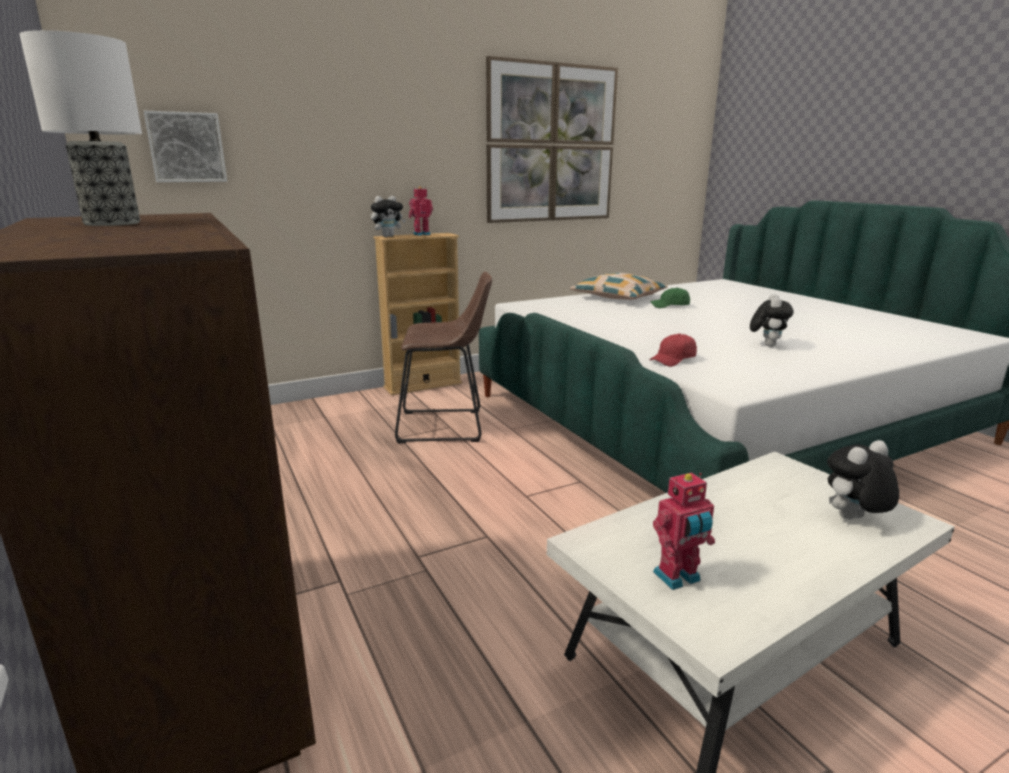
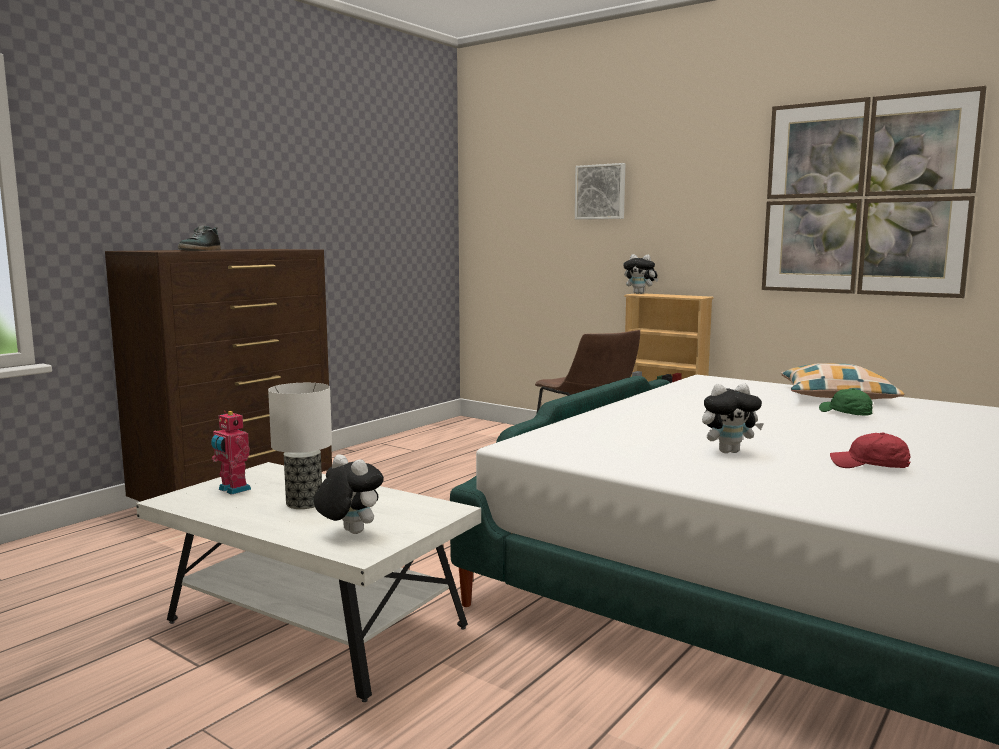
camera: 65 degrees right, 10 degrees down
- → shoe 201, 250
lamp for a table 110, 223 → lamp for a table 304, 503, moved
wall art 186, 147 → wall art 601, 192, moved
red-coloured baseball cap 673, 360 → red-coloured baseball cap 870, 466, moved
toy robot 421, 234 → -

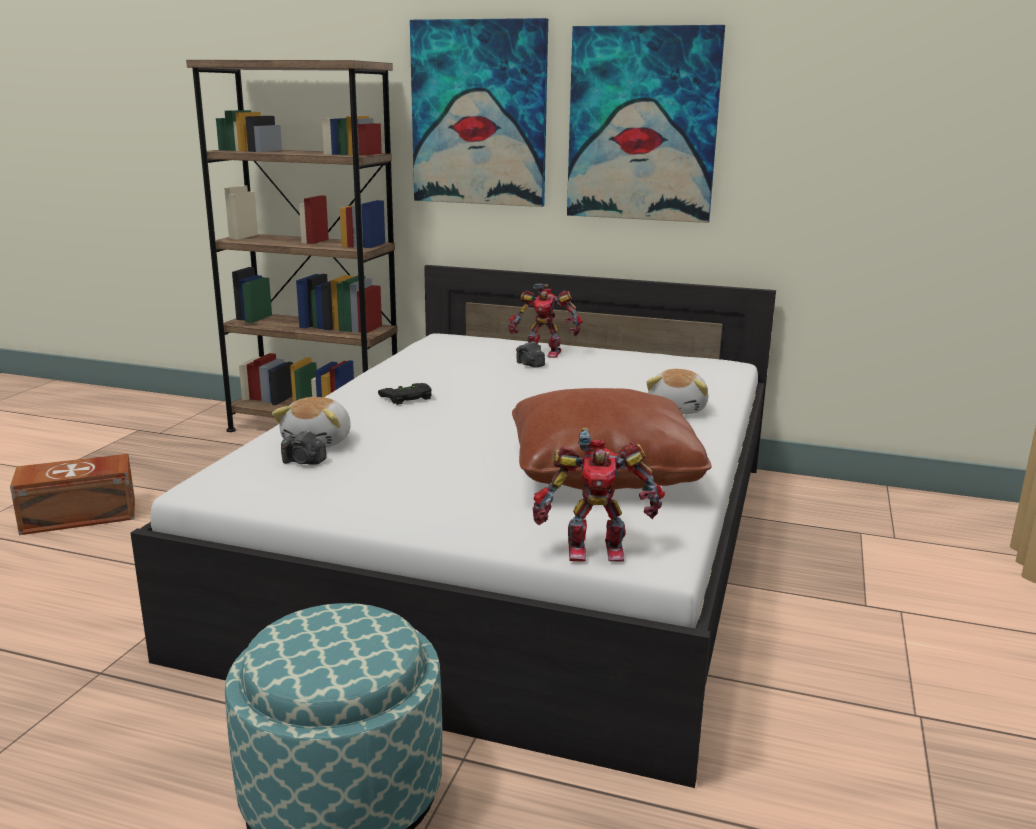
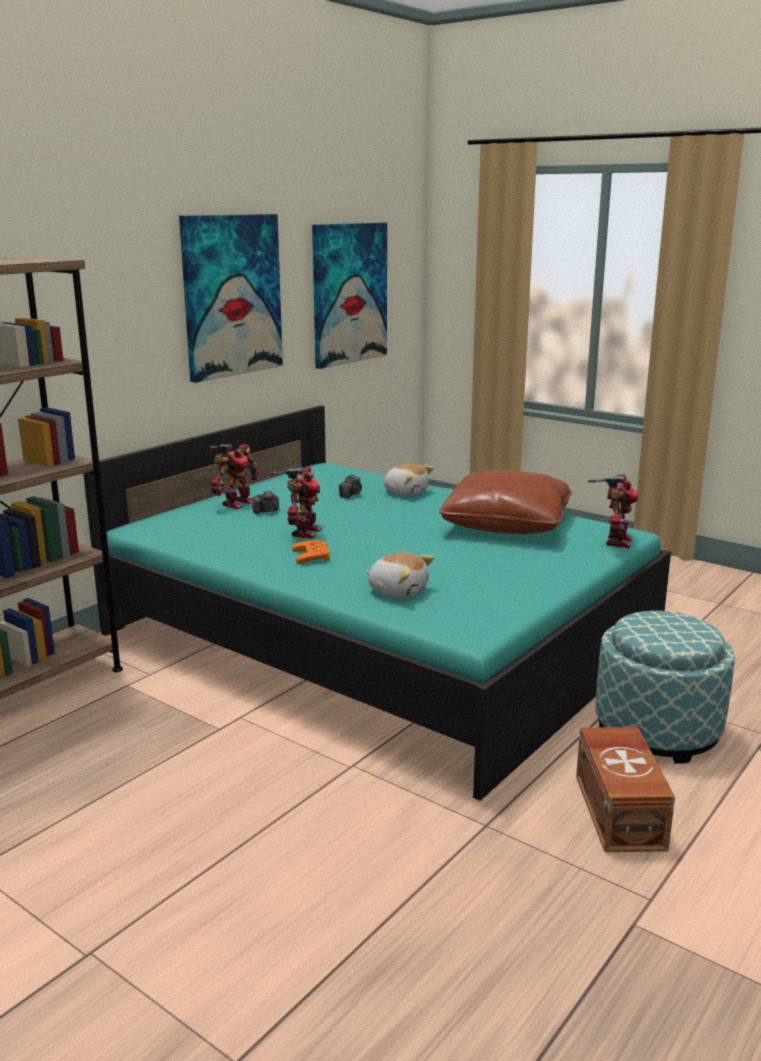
camera: 70 degrees left, 0 degrees up
whitish bed 516, 547 → turquoise bed 379, 636
- → toy robot 303, 532
black-coloured gamepad 407, 398 → orange gamepad 314, 555
wall art 479, 114 → wall art 349, 293, moved
still camera 304, 462 → still camera 351, 494, moved
brown-coloured storage container 81, 516 → brown-coloured storage container 620, 810, moved

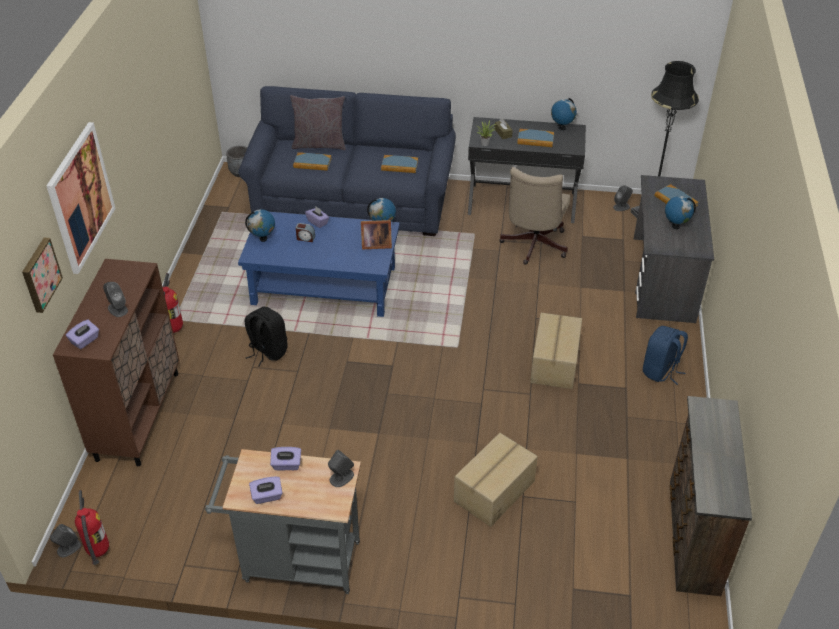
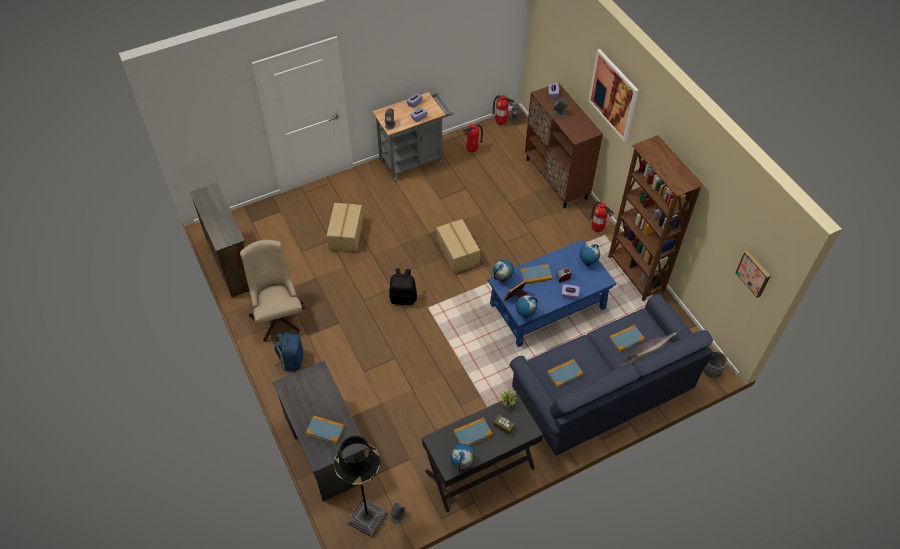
camera: 145 degrees right, 10 degrees up
beige desk chair 533, 246 → beige desk chair 278, 316, moved
black-coloured knapsack 267, 351 → black-coloured knapsack 403, 298, moved
packing box 553, 363 → packing box 458, 253, moved
- → fire extinguisher 472, 151
desk globe 675, 226 → desk globe 502, 279, moved
- → volume 536, 275
- → brown-coloured bookshelf 635, 274
wall art 40, 274 → wall art 754, 273, moved

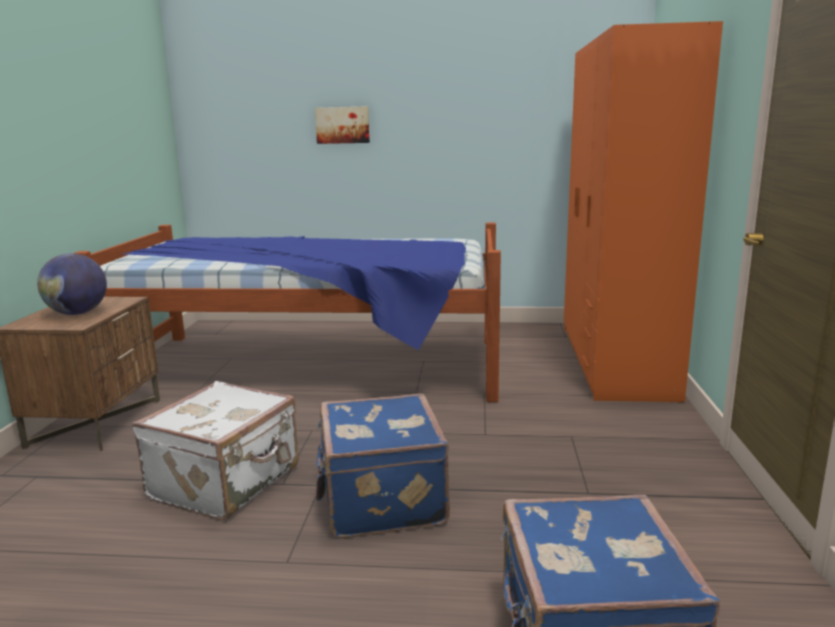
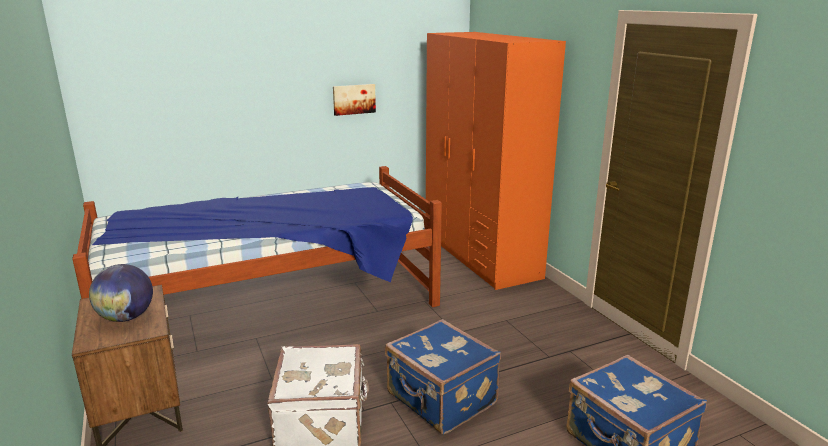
camera: 30 degrees left, 5 degrees up
wall art 342, 125 → wall art 354, 99, moved

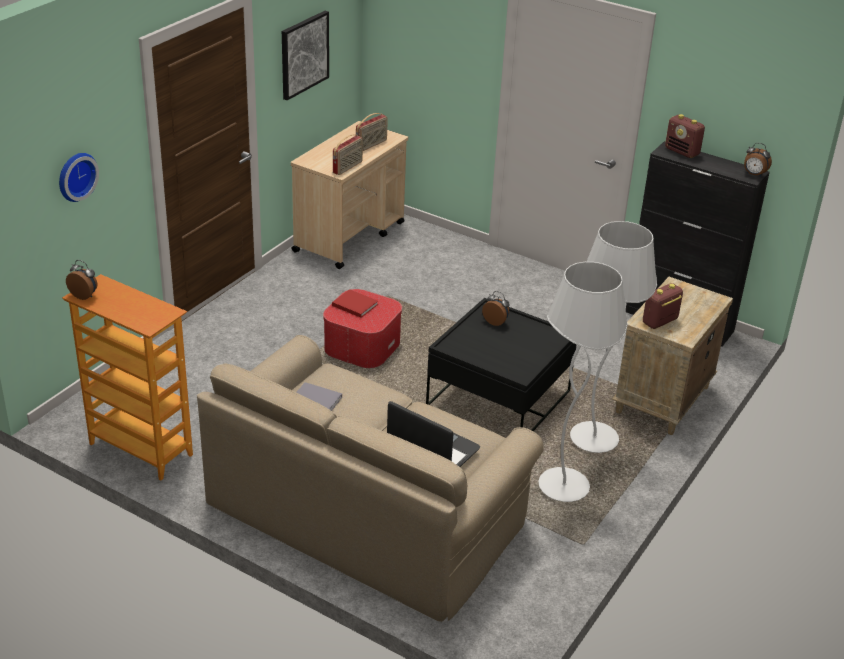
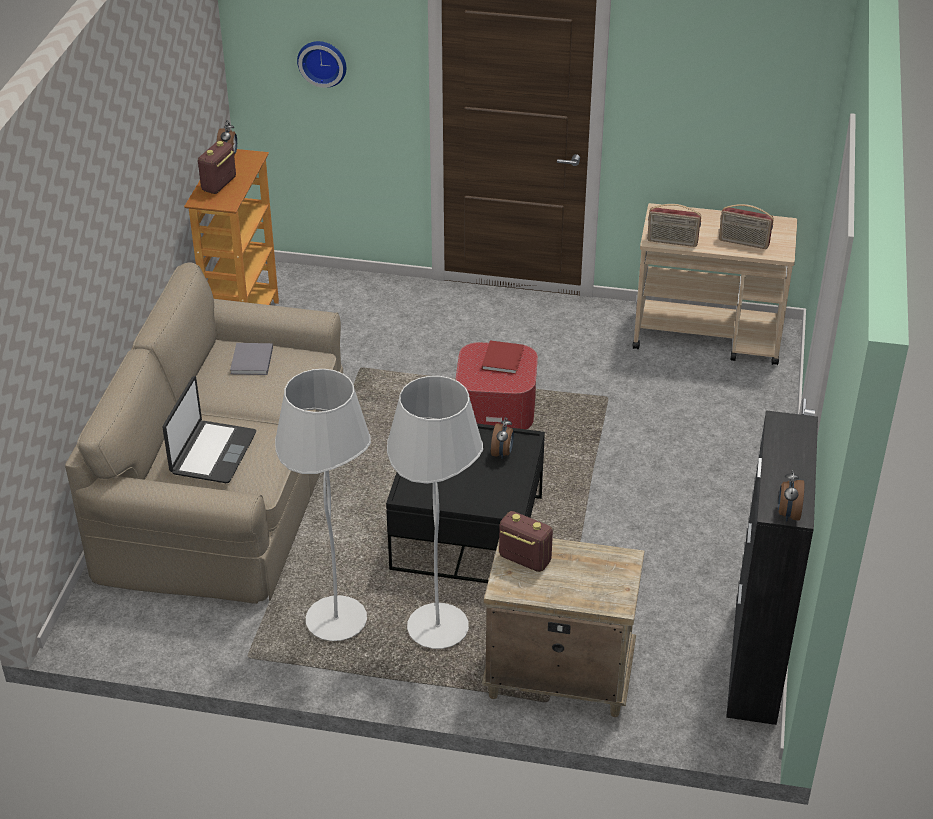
camera: 70 degrees right, 5 degrees up
radio receiver 682, 152 → radio receiver 219, 185, moved
wall art 304, 54 → -

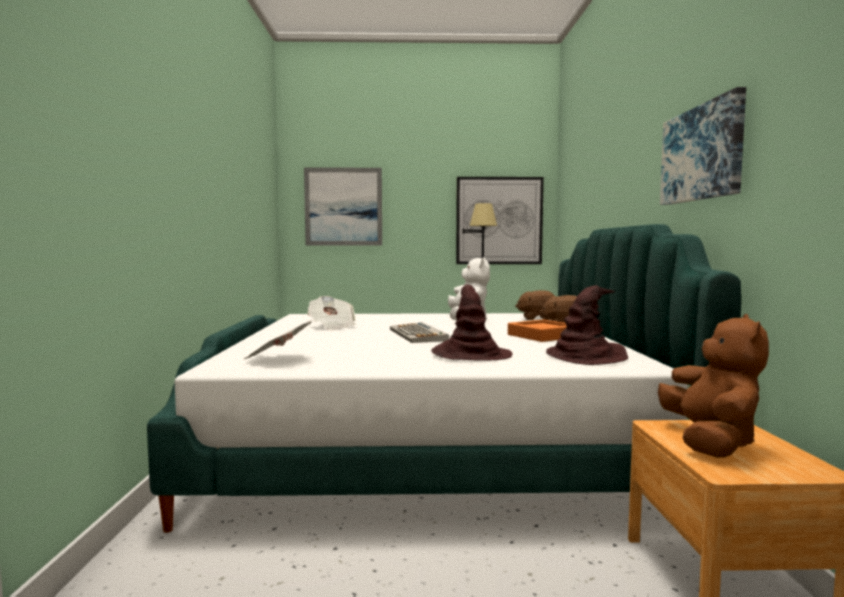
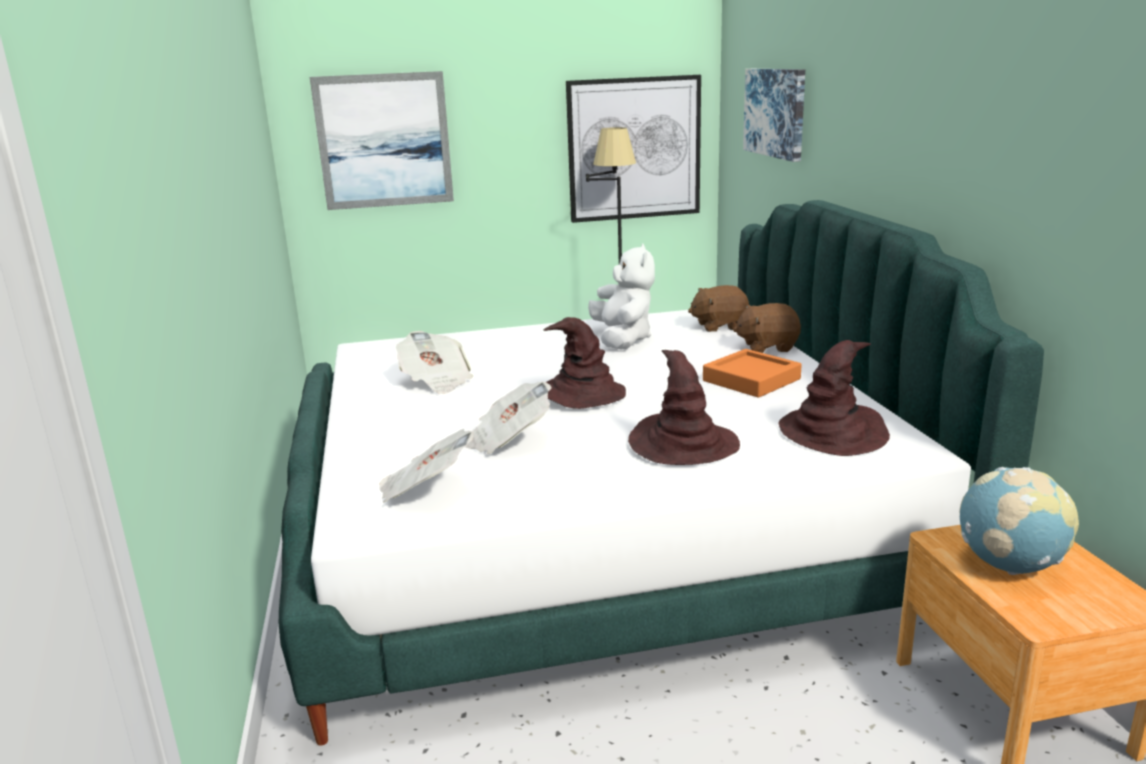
camera: 10 degrees left, 15 degrees up
- → daily paper 507, 440
computer keyboard 418, 335 → brown-coloured wearable hat 579, 394
wall art 702, 153 → wall art 776, 112, moved
brown-coloured soft toy 710, 442 → desk globe 1009, 565

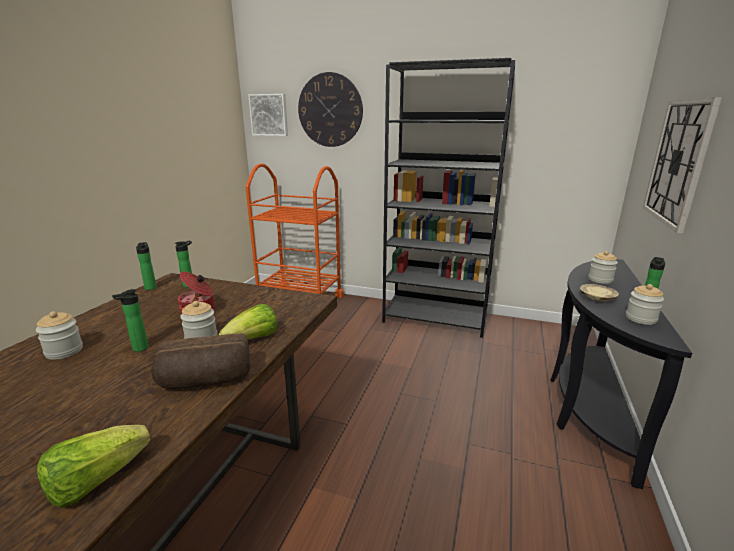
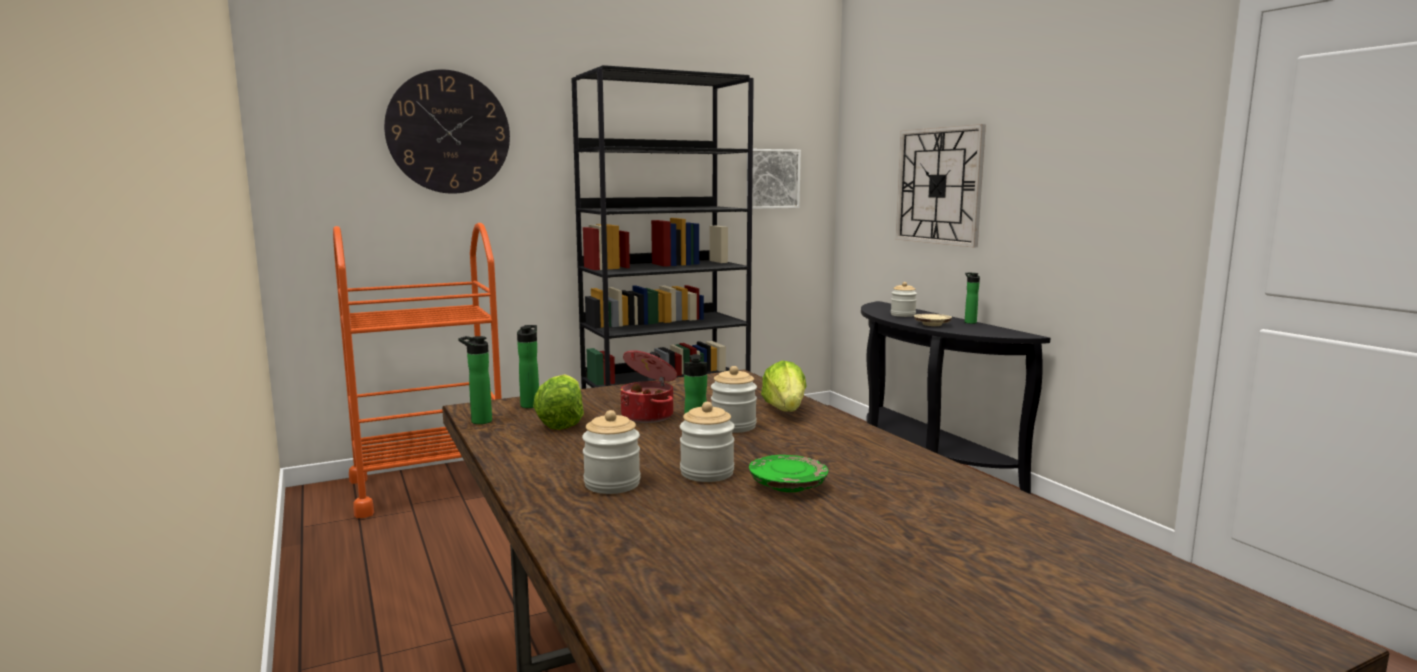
camera: 45 degrees left, 10 degrees down
lettuce 97, 480 → lettuce 562, 422, moved
storage jar 641, 318 → storage jar 707, 473, moved
wall art 269, 115 → wall art 771, 179, moved
- → green plate 787, 485
bread 205, 381 → -

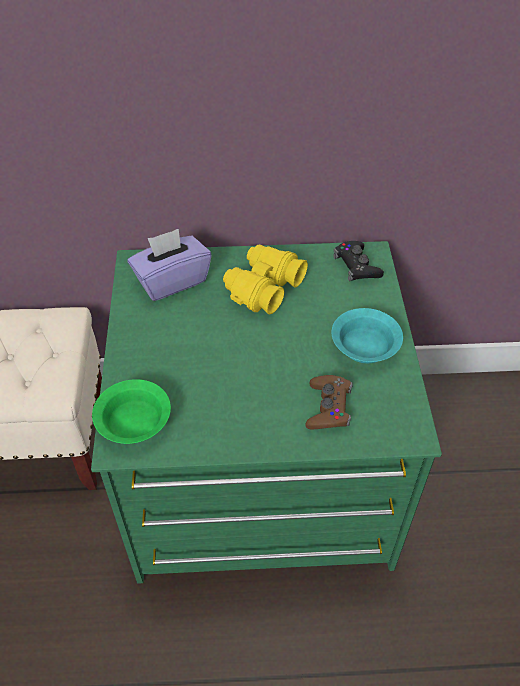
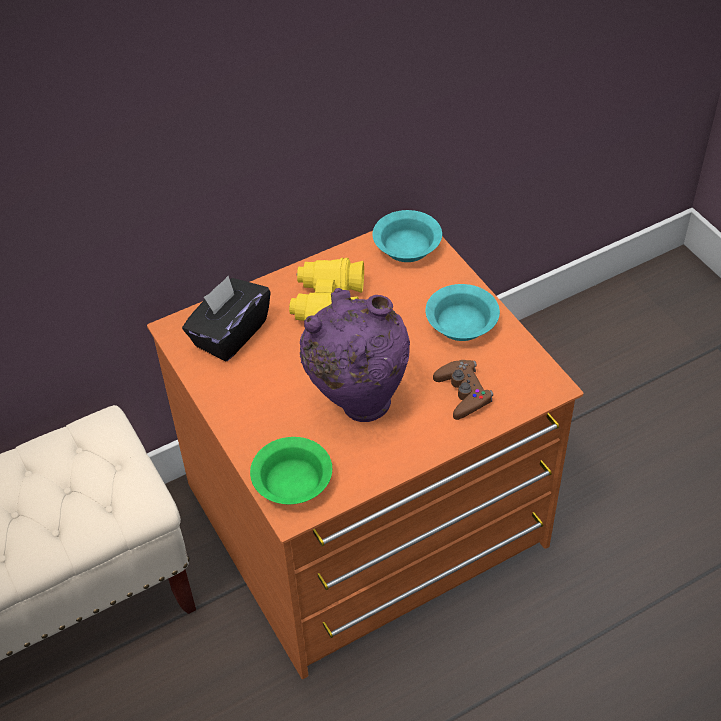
camera: 25 degrees left, 0 degrees up
green drawer chest 260, 478 → orange drawer chest 367, 519
purple box of tissues 171, 281 → black-coloured box of tissues 230, 334
- → purple vase 358, 402
black-coloured gamepad 356, 266 → turquoise serving bowl 405, 248

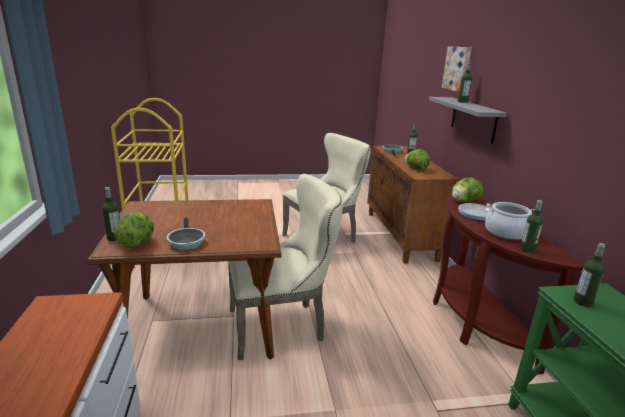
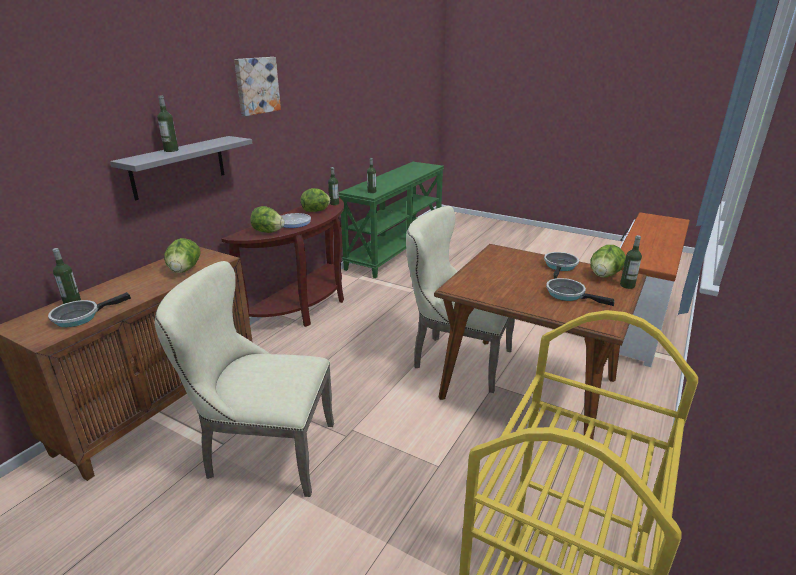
camera: 140 degrees left, 5 degrees up
wall art 458, 68 → wall art 256, 85, moved
saucepot 505, 233 → lettuce 316, 211
- → frying pan 568, 295

